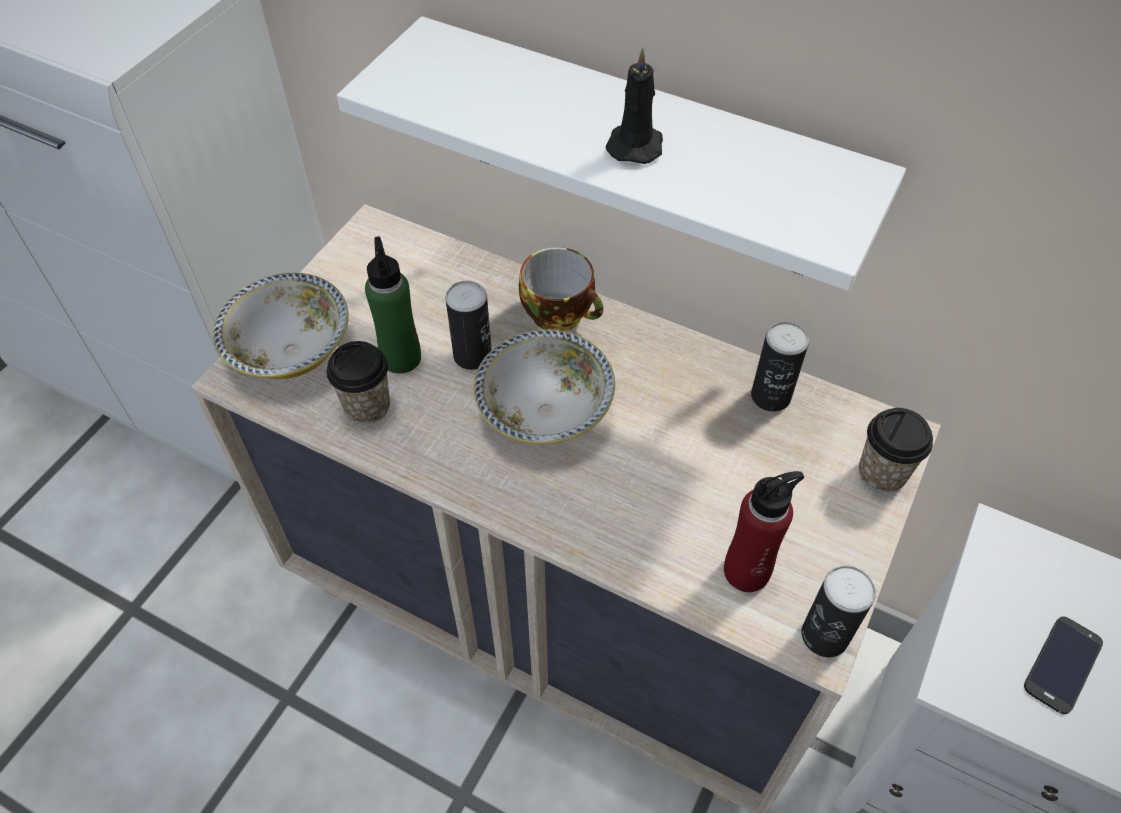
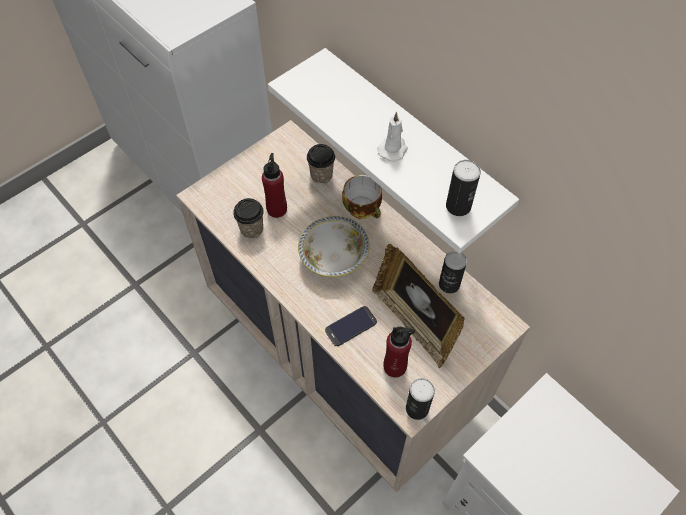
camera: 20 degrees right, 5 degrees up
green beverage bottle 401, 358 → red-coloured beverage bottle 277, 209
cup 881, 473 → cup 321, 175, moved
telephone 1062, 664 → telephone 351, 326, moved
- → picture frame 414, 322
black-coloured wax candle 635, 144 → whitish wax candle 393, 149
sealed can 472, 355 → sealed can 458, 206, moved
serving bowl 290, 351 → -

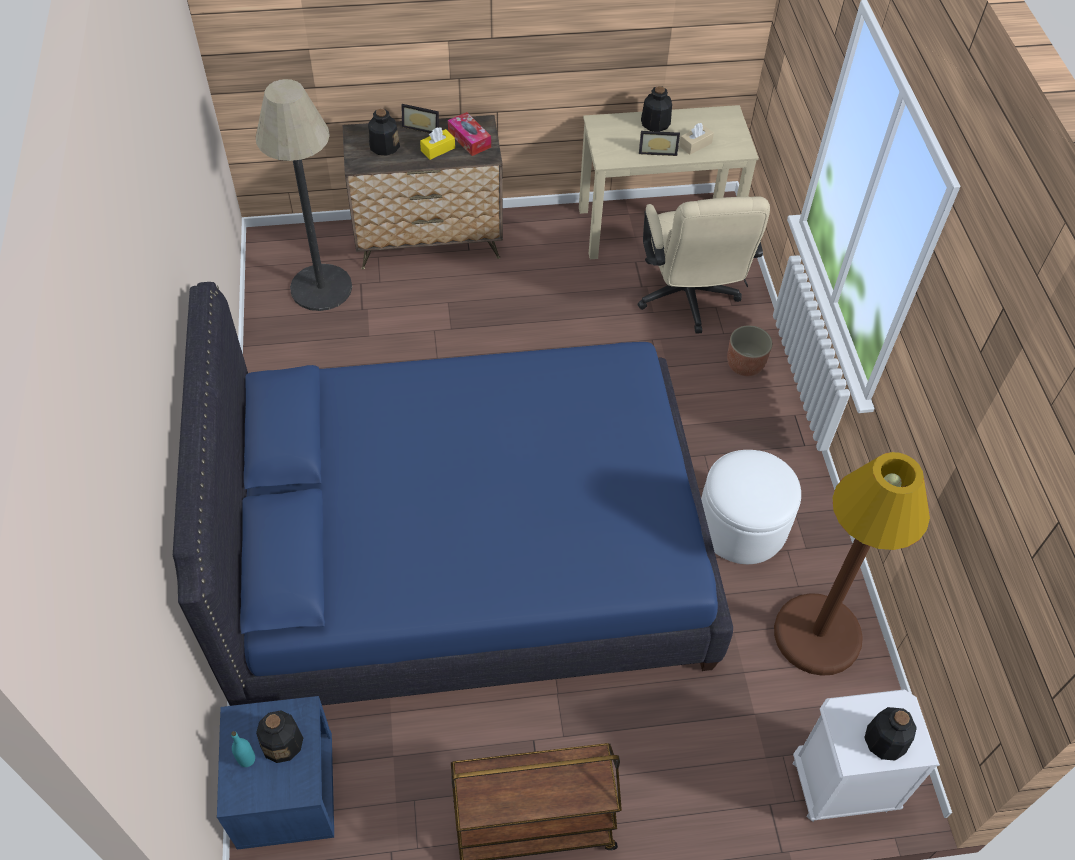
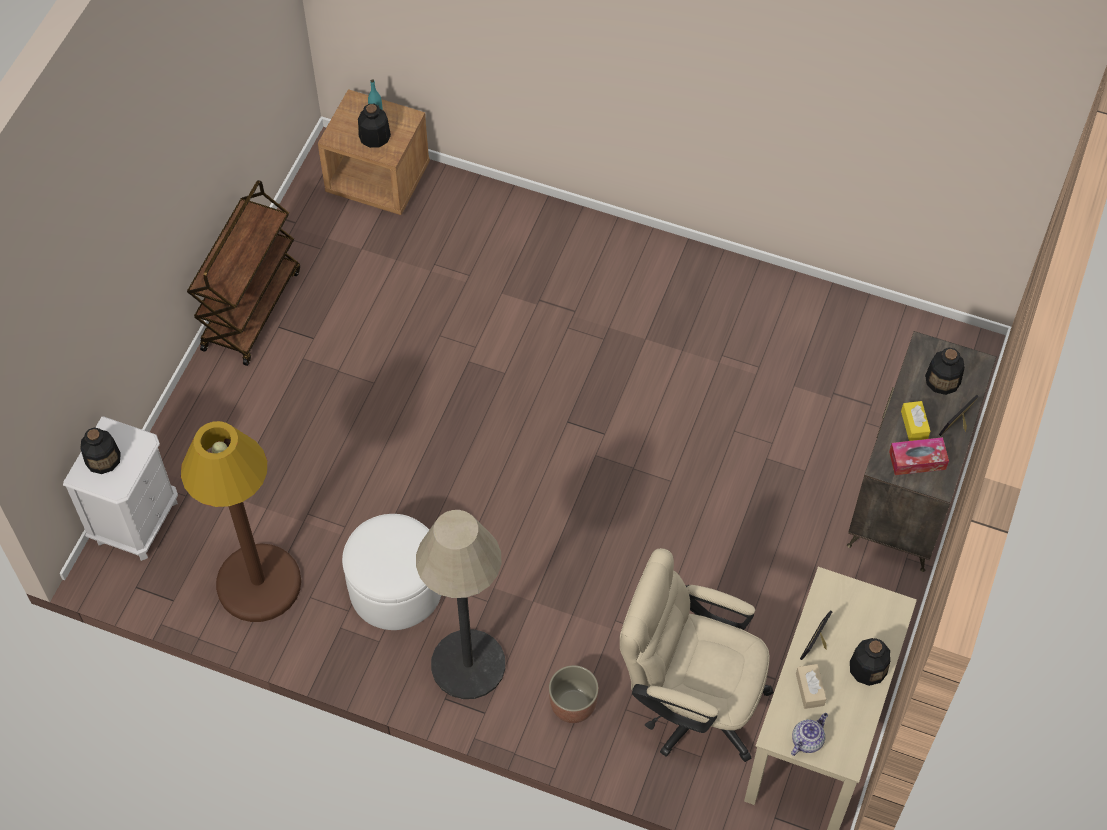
camera: 120 degrees right, 5 degrees up
blue-coloured bedside table 286, 791 → brown-coloured bedside table 378, 180
floor lamp 321, 288 → floor lamp 468, 664, moved
- → tea pot 807, 740
blue-coloured bed 468, 554 → -

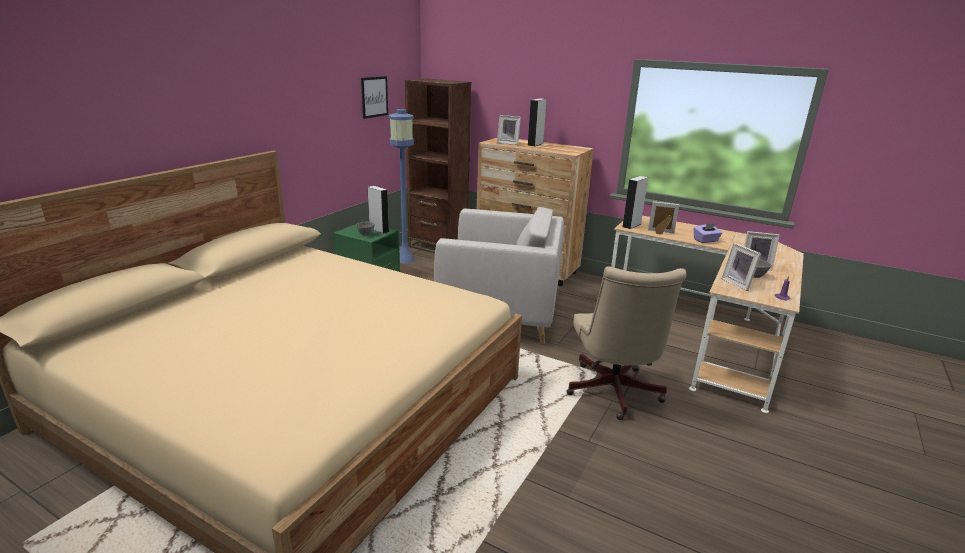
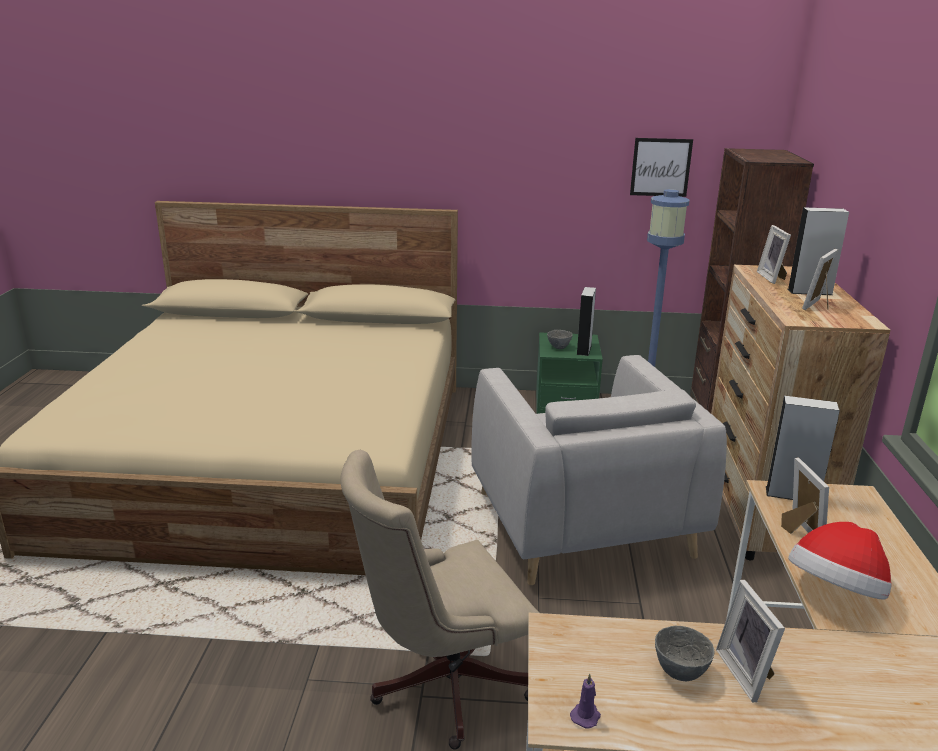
camera: 65 degrees right, 0 degrees up
purple box of tissues 706, 240 → wearable hat 835, 593
picture frame 738, 284 → picture frame 819, 306, moved

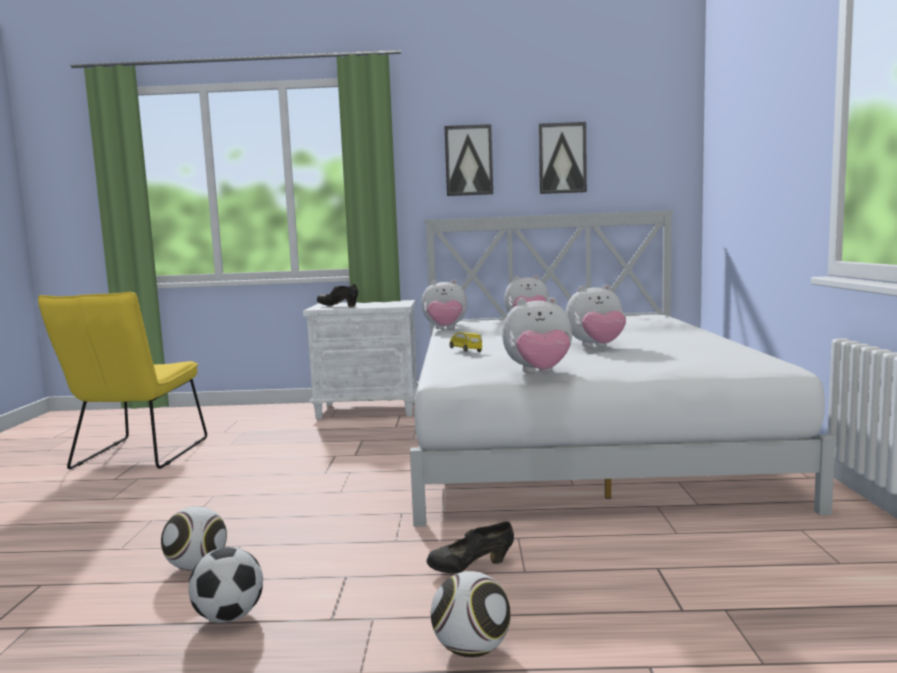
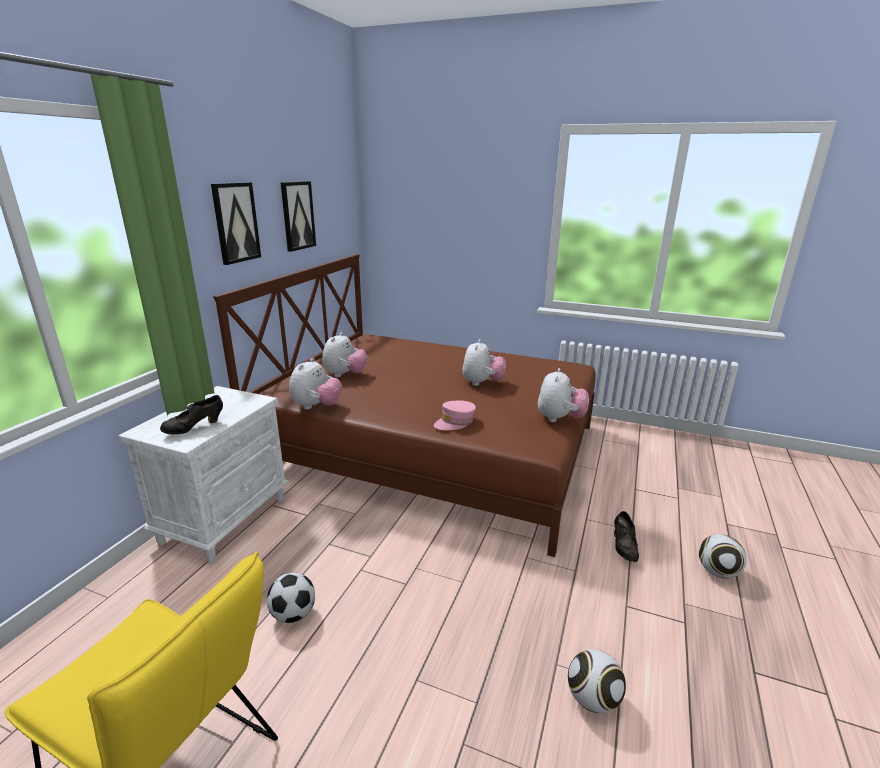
camera: 70 degrees left, 15 degrees up
whitish bed 574, 441 → brown-coloured bed 432, 449
football 229, 617 → football 293, 614, moved
yellowish miniature car 466, 351 → pinkish baseball cap 455, 422

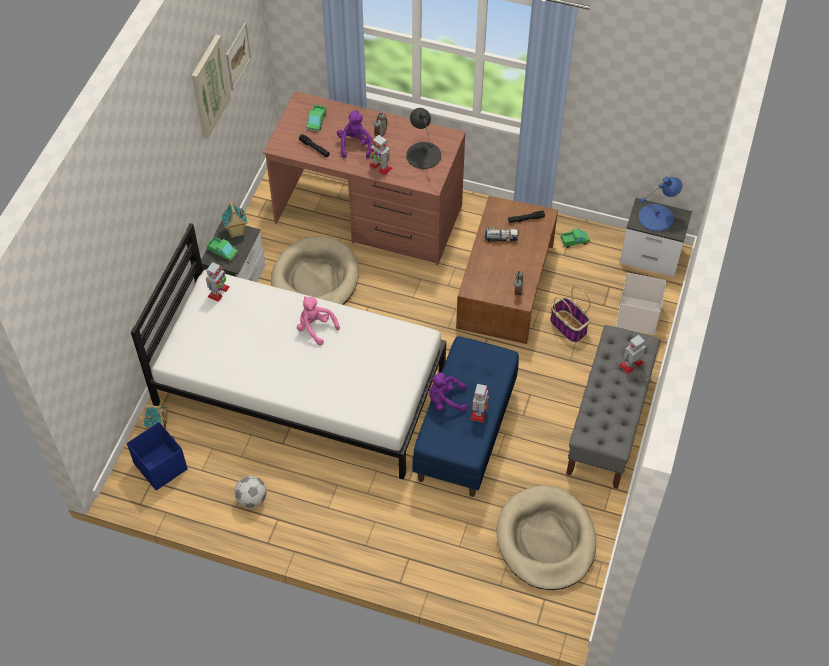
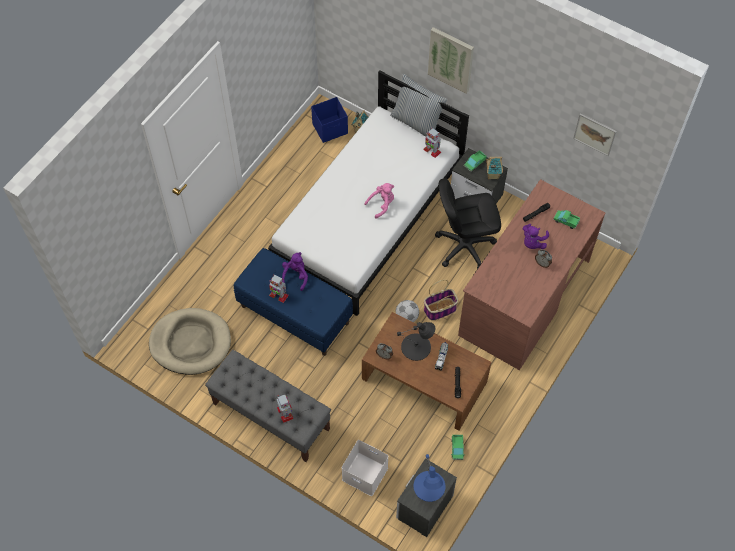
camera: 105 degrees right, 5 degrees up
- → cushion 417, 123
football 251, 499 → football 407, 317, moved
black-coloured lamp for a table 423, 155 → black-coloured lamp for a table 416, 347, moved
household basket 569, 327 → household basket 439, 309, moved
wall art 209, 86 → wall art 451, 59, moved
beige pet bed 314, 280 → black-coloured desk chair 464, 246
purple soft toy 355, 145 → purple soft toy 533, 242, 105 degrees clockwise
toy robot 380, 167 → -

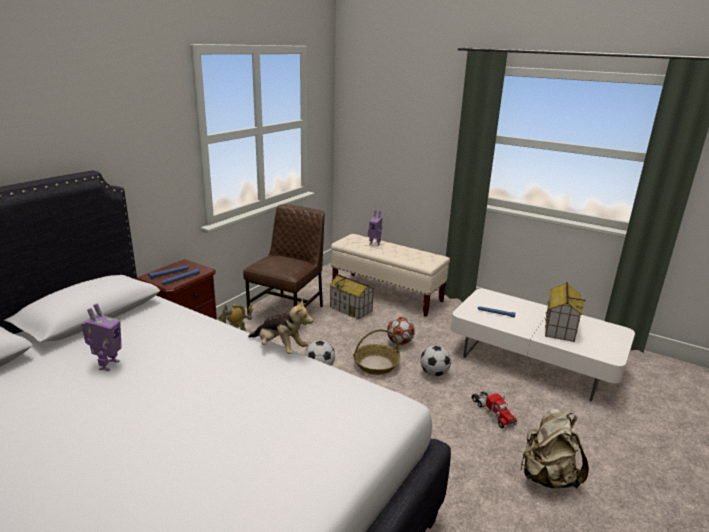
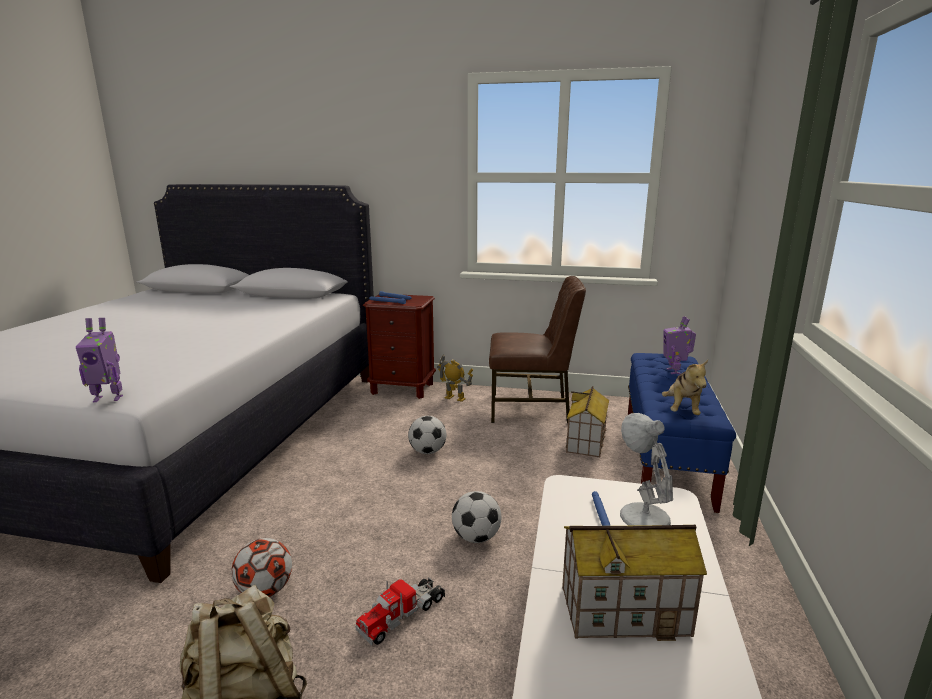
camera: 70 degrees right, 5 degrees down
toy robot 108, 365 → toy robot 109, 398, moved
football 399, 342 → football 265, 591, moved
- → whitish lamp for a table 642, 516
beige long seat 387, 294 → blue-coloured long seat 666, 459
soft toy 280, 348 → soft toy 682, 410, moved
household basket 376, 364 → -

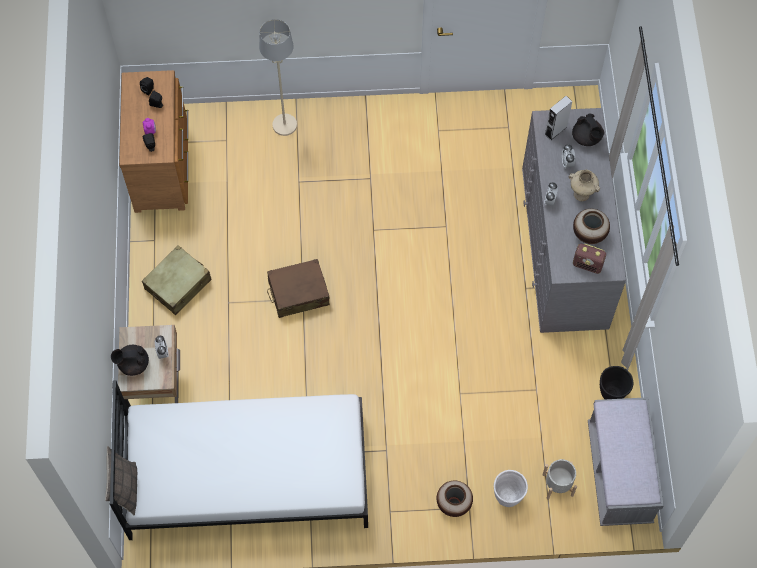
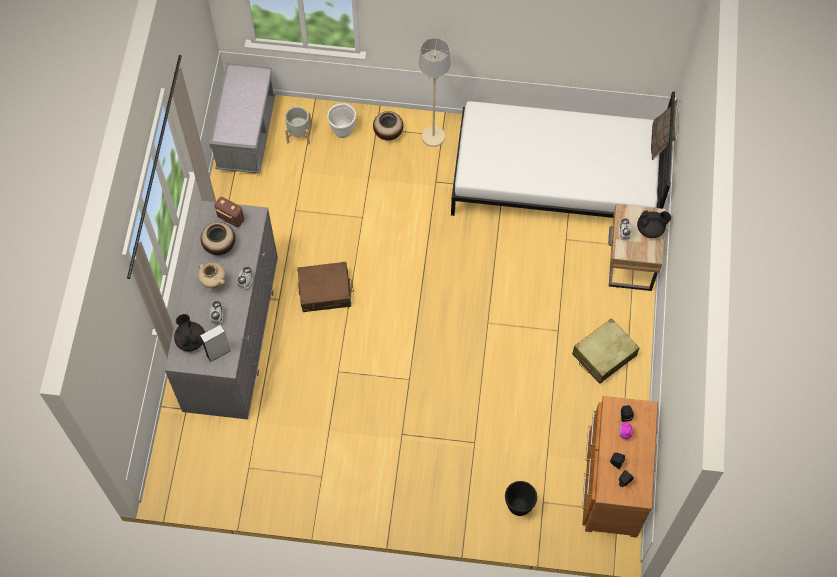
camera: 170 degrees left, 0 degrees up
brown-coloured piece of luggage 298, 293 → brown-coloured piece of luggage 325, 291, moved
beige floor lamp 284, 125 → beige floor lamp 433, 137, moved
black-coloured planter 611, 394 → black-coloured planter 518, 506, moved

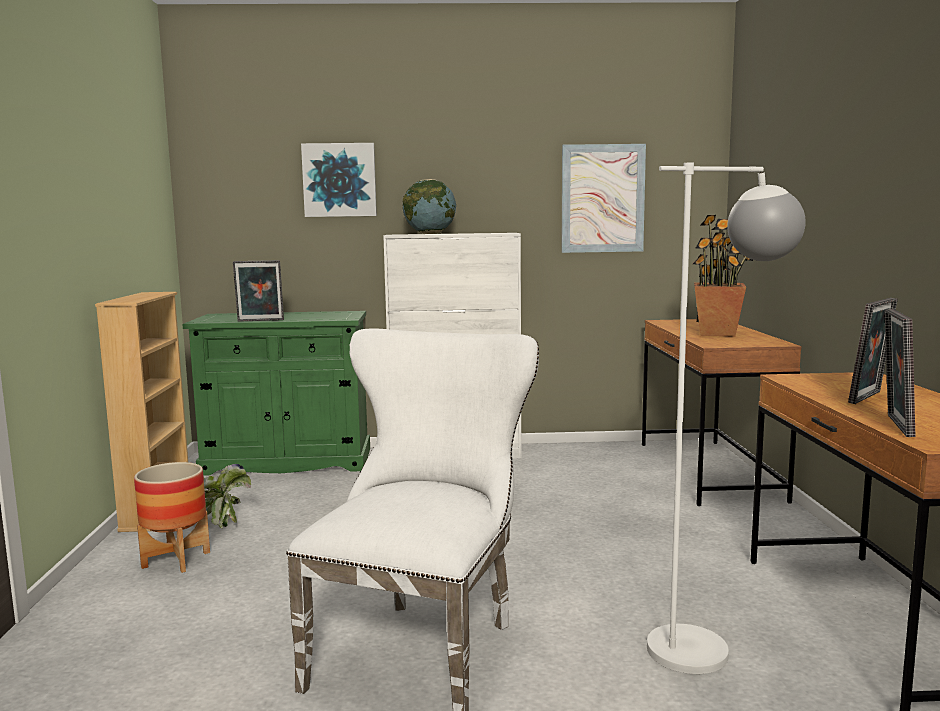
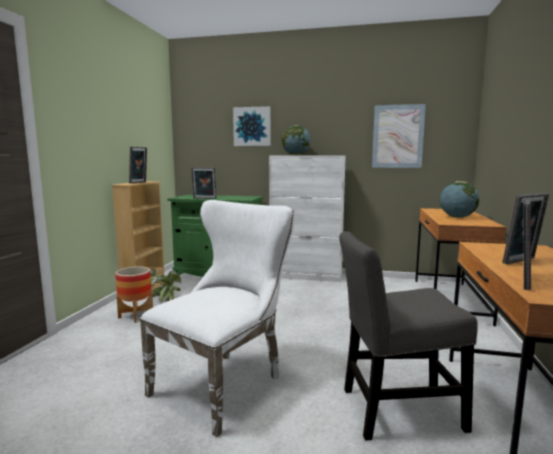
camera: 15 degrees right, 0 degrees up
- → picture frame 139, 182
whitish floor lamp 711, 645 → grey chair 395, 410
plant in a pot 718, 333 → desk globe 457, 217

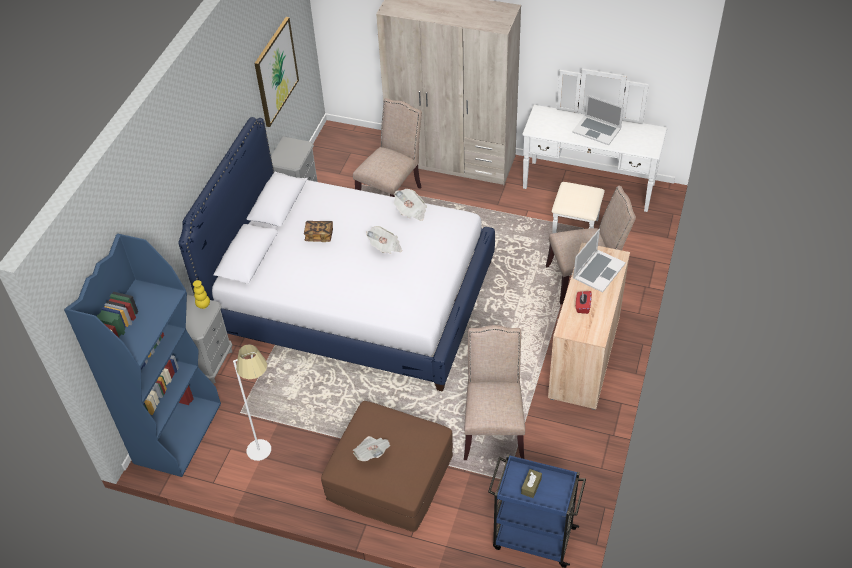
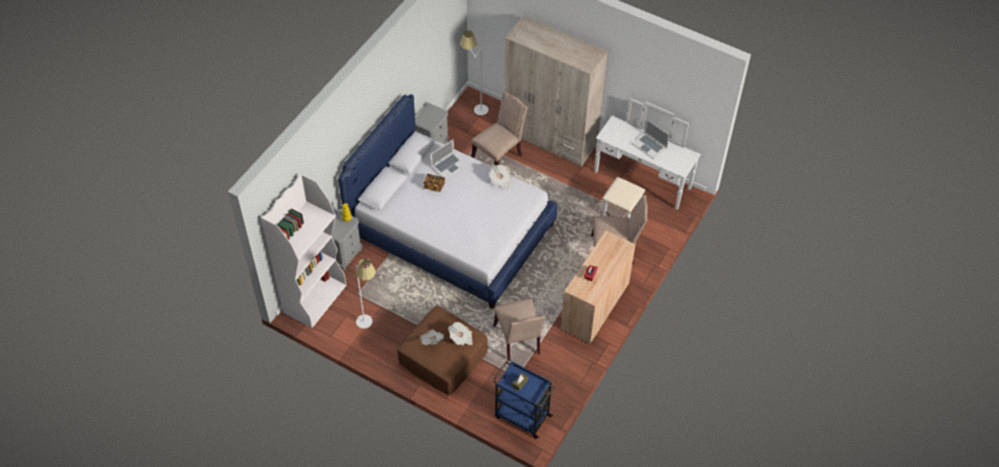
camera: 10 degrees right, 5 degrees up
blue-coloured bookshelf 178, 432 → whitish bookshelf 315, 298
portable computer 598, 270 → portable computer 448, 165, moved
daily paper 385, 247 → daily paper 461, 338, moved
- → whitish floor lamp 474, 108
beige chair 493, 428 → beige chair 518, 341, 150 degrees clockwise
wall art 276, 71 → -

